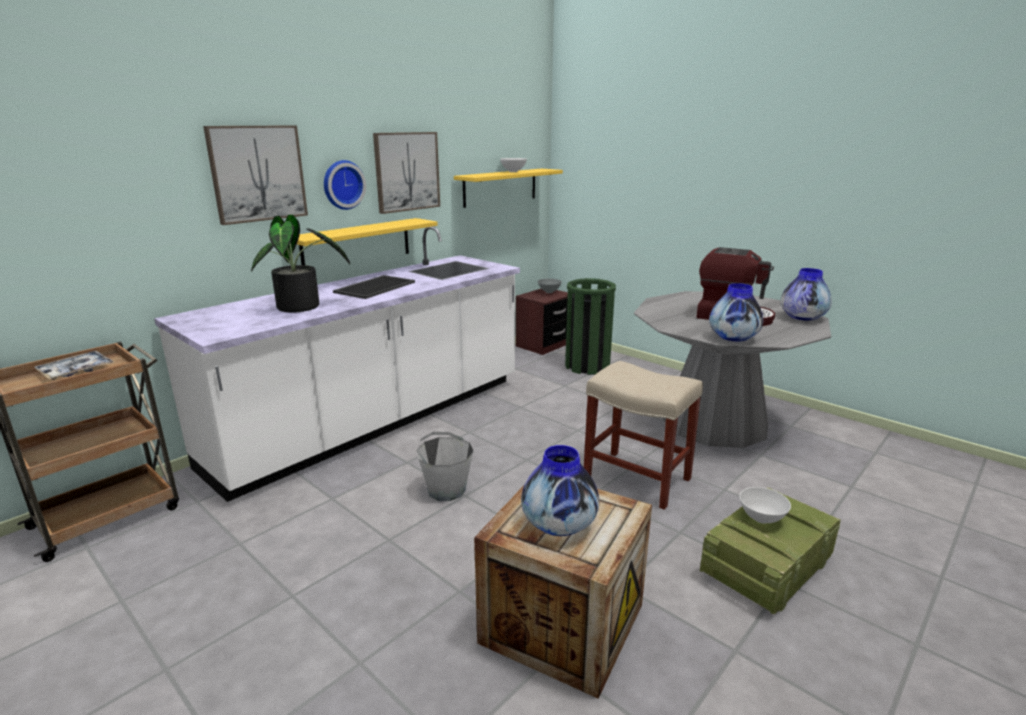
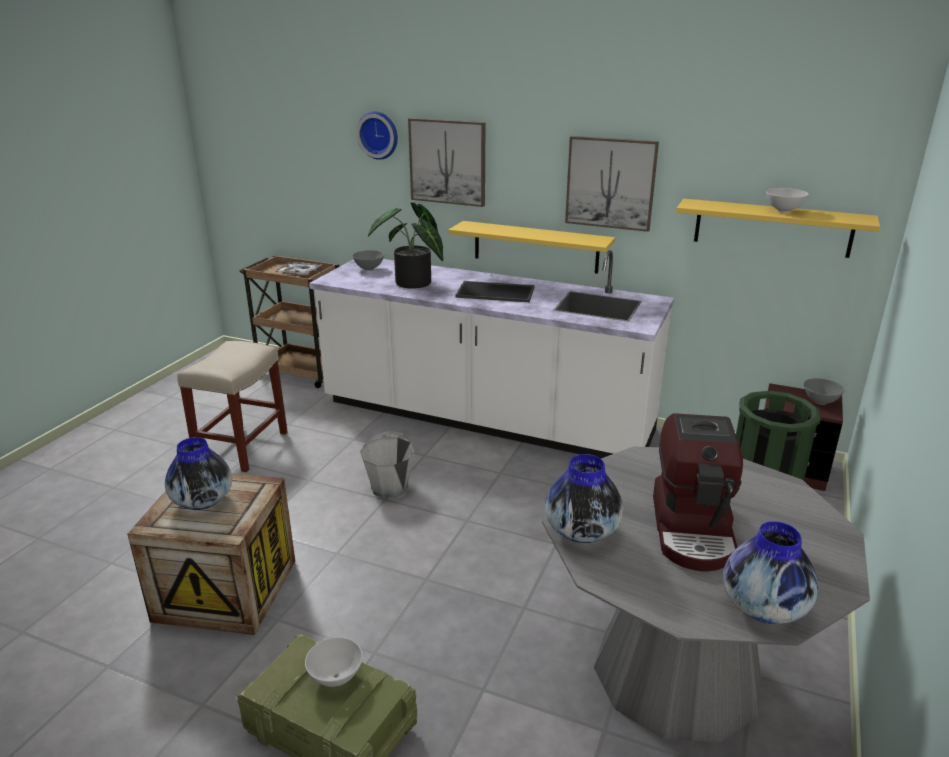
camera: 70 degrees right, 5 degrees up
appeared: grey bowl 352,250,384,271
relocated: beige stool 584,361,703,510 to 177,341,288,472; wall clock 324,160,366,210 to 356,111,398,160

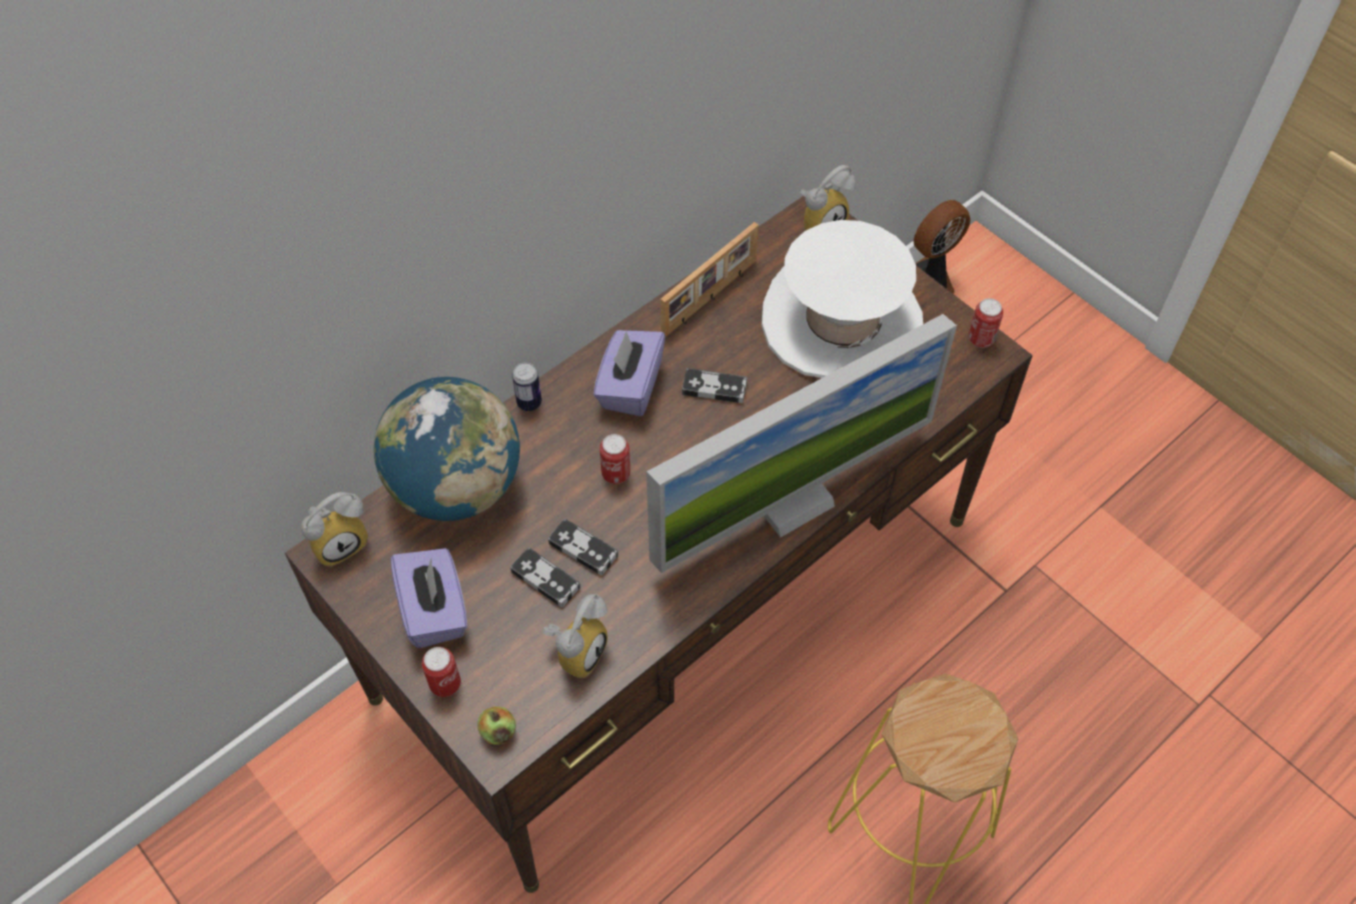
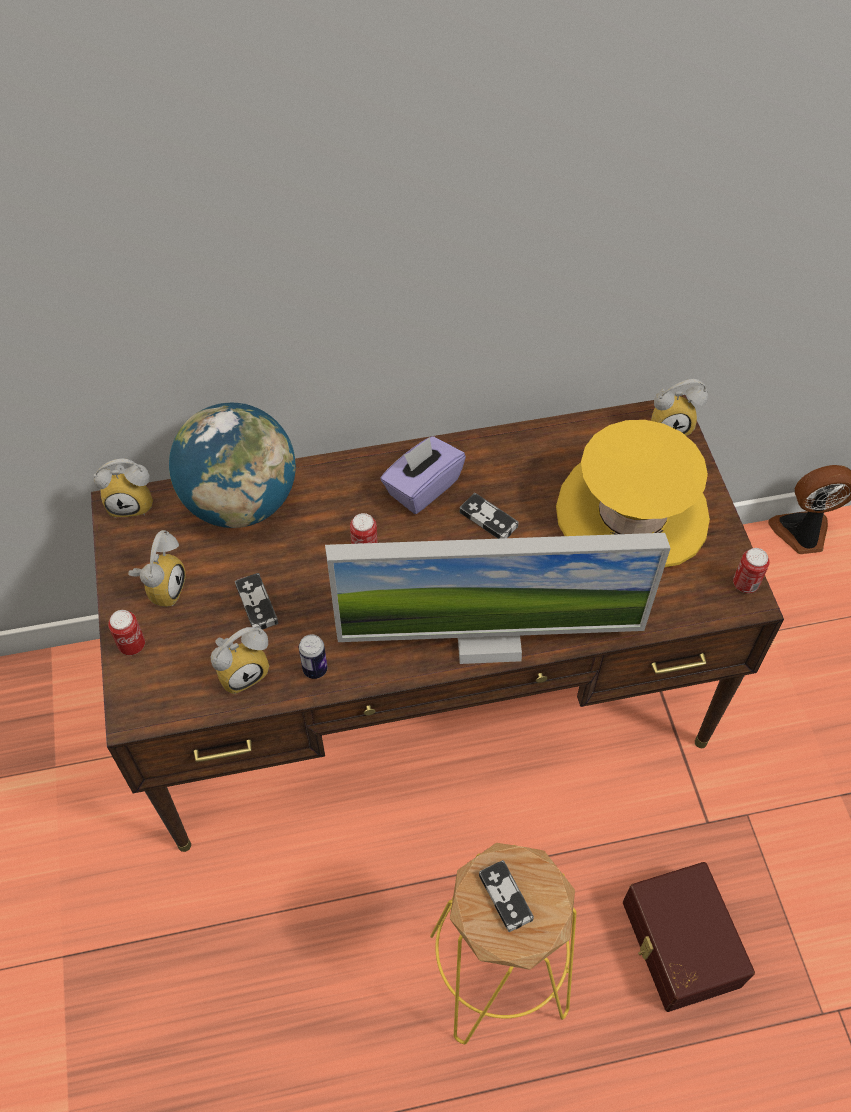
camera: 30 degrees right, 0 degrees up
missing: apple 477,707,516,745; picture frame 660,222,759,337
appeared: brown storage box 623,862,755,1012
relocated: can 512,362,542,411 to 299,634,327,679; game controller 548,519,618,576 to 479,860,534,932
exchanged: purple tissue box 391,548,467,648 to alarm clock 128,530,186,607
colour: white hat 762,220,923,378 to yellow hat 556,420,710,567

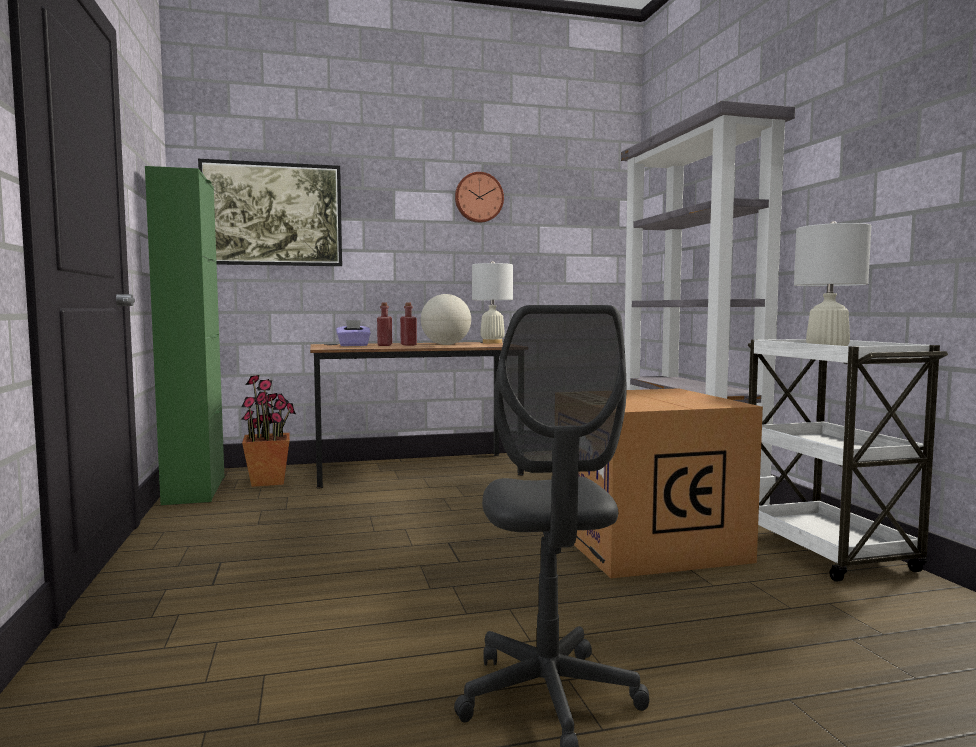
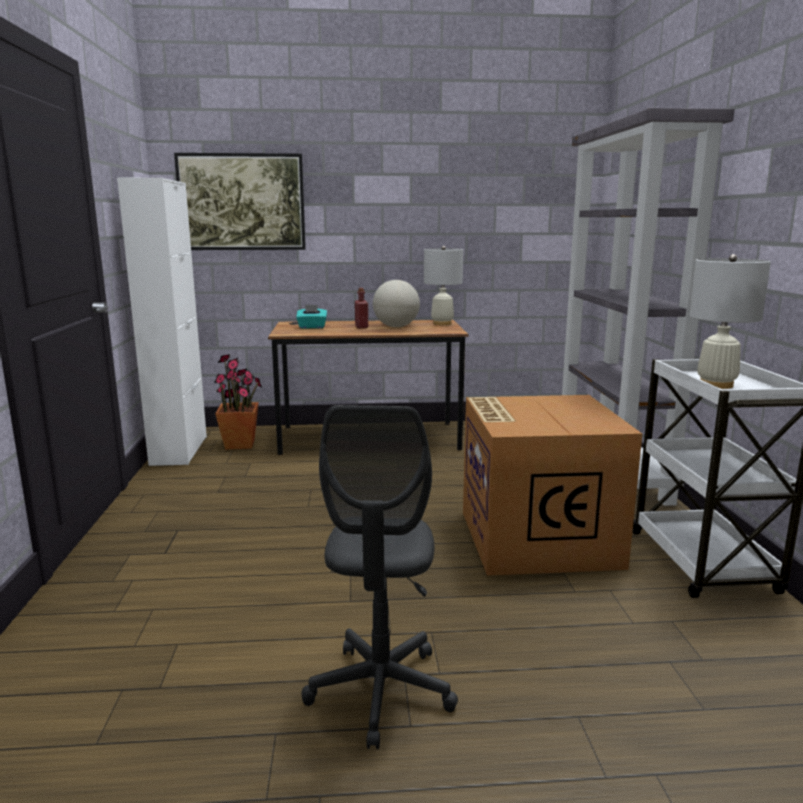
camera: 10 degrees right, 10 degrees up
missing: red bottle 377,302,392,346; wall clock 455,172,504,223
colour: green cabinet 145,166,224,505 to white cabinet 117,178,207,466; purple tissue box 336,320,371,346 to turquoise tissue box 296,305,327,329

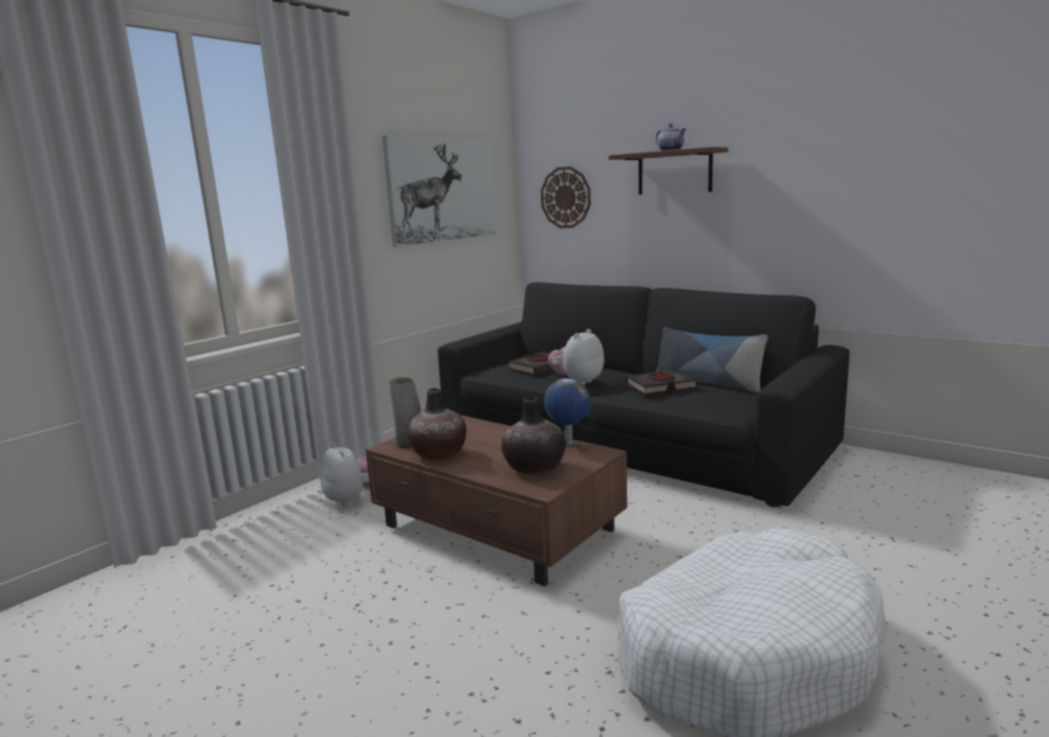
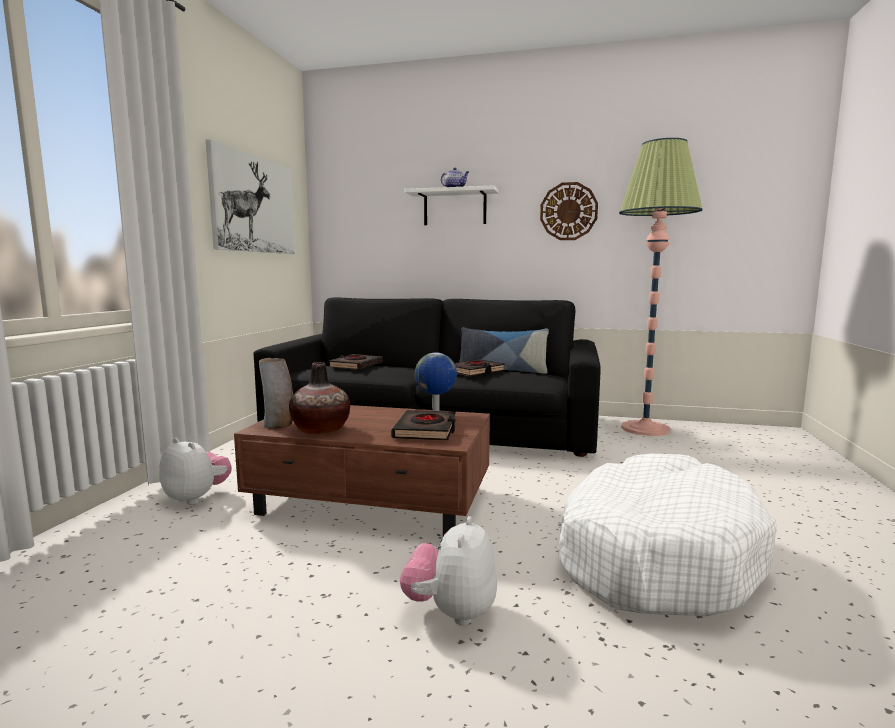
camera: 25 degrees left, 5 degrees down
appeared: floor lamp 619,138,703,436
relocated: plush toy 548,329,604,385 to 400,516,497,626; wall clock 541,167,591,228 to 540,182,598,240
exchanged: vase 501,397,566,475 to black book 391,410,456,441
colour: brown shelf 609,147,728,195 to white shelf 404,185,499,225

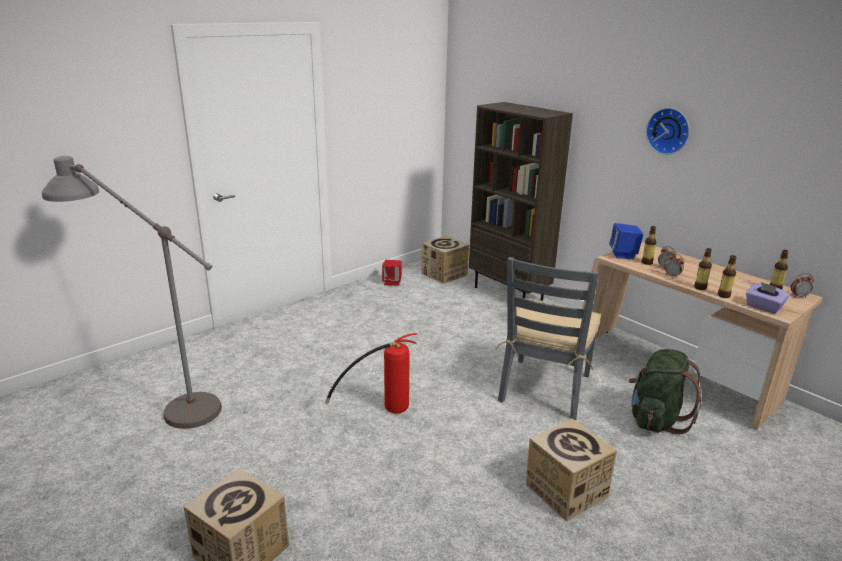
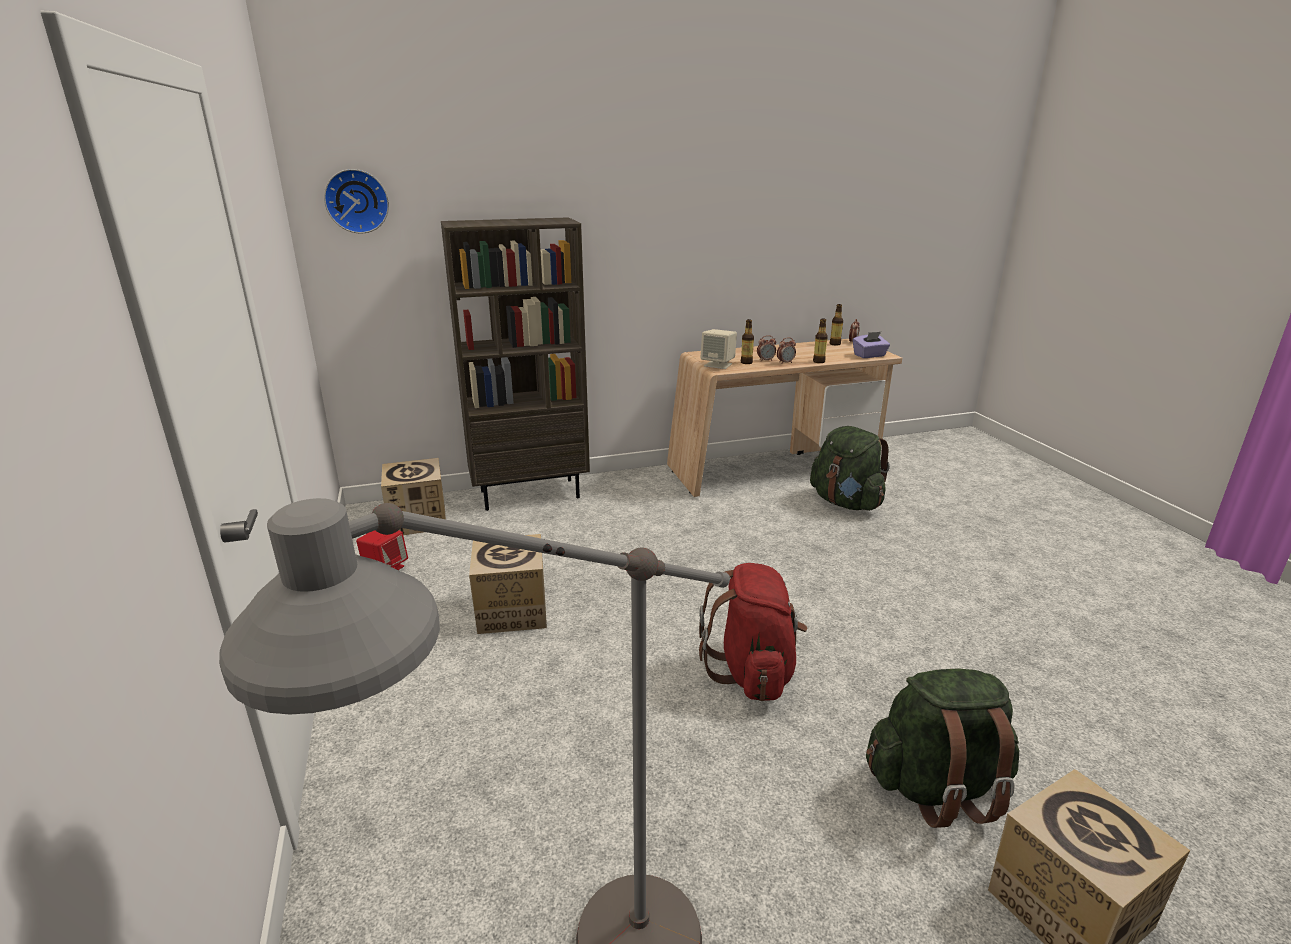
camera: 65 degrees left, 0 degrees up
missing: grey chair 496,257,601,420; bottle 718,255,737,298
appeared: green backpack 866,669,1019,828
relocated: wall clock 646,108,690,155 to 324,169,389,234; cardboard box 526,419,617,522 to 469,534,547,634
exchanged: fire extinguisher 325,333,418,414 to red backpack 699,563,808,701
colour: blue speaker 609,223,643,259 to beige speaker 700,329,737,369

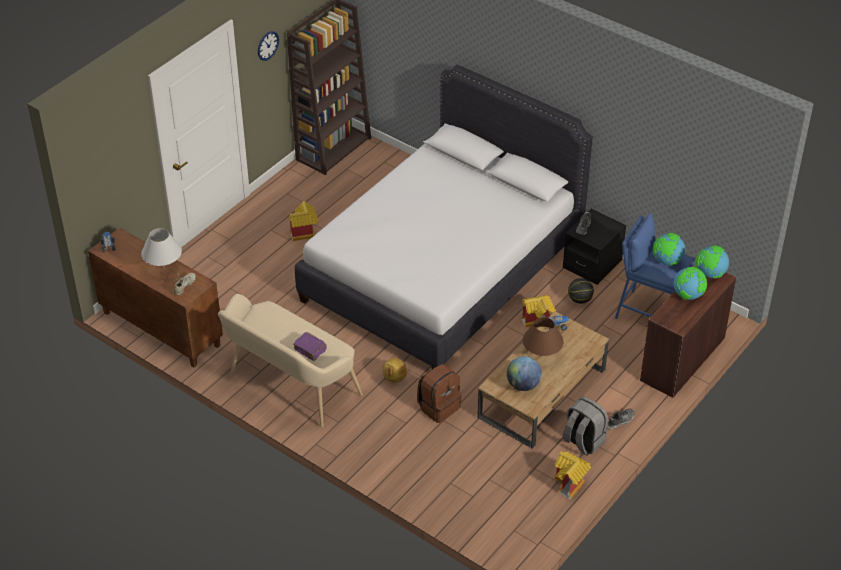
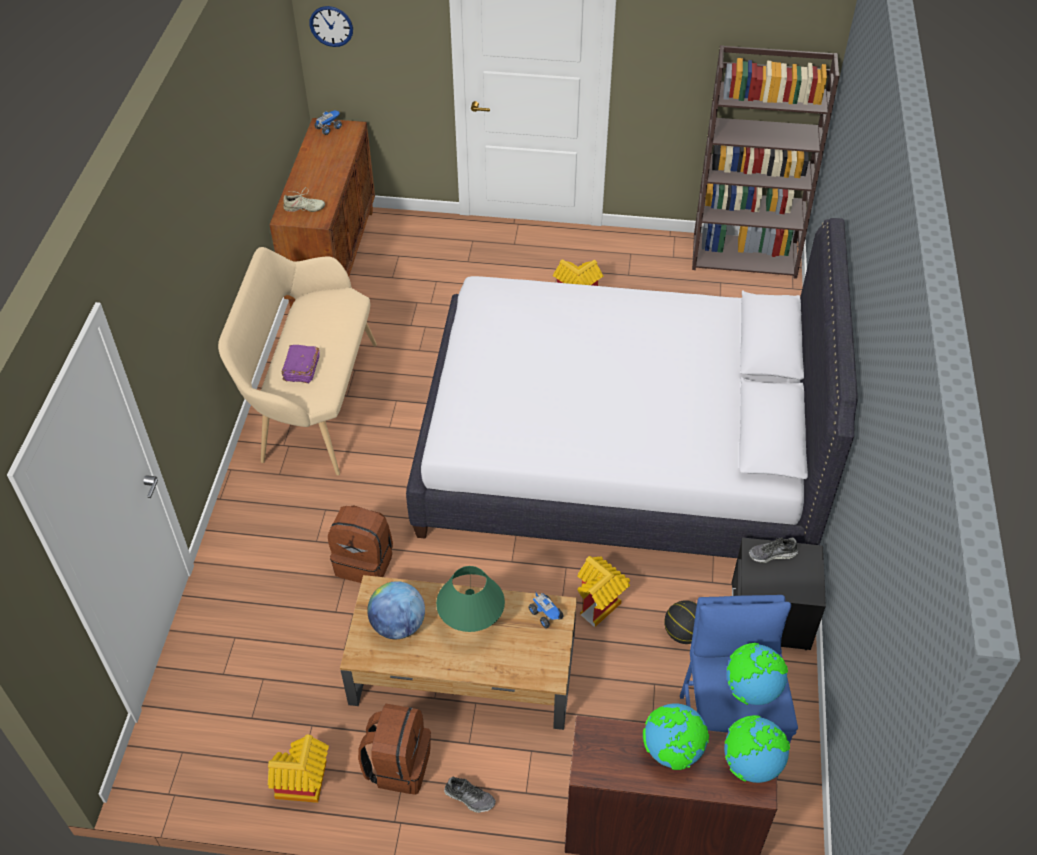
camera: 60 degrees right, 5 degrees up
missing: white table lamp 141,228,182,267; football 383,358,407,382
relocated: wall clock 258,31,279,61 to 309,6,353,47
colour: grey backpack 562,397,608,455 to brown backpack 358,703,431,795; brown table lamp 523,317,563,356 to green table lamp 436,566,505,632

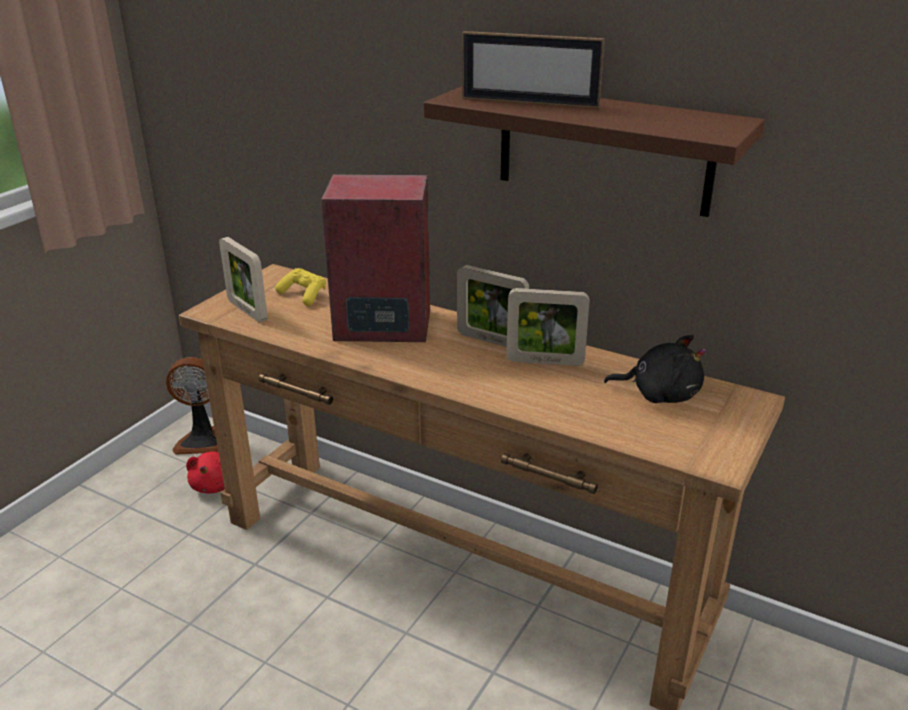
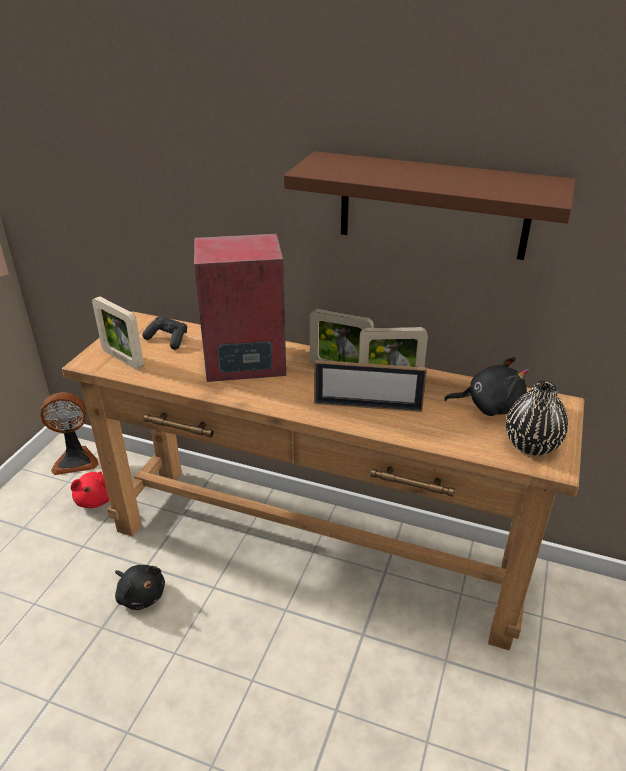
camera: 10 degrees left, 5 degrees up
appeared: black plush toy 115,565,165,610; black vase 506,381,568,455
relocated: picture frame 462,31,605,109 to 314,360,427,412
colour: yellow game controller 275,268,326,306 to black game controller 142,316,187,350

